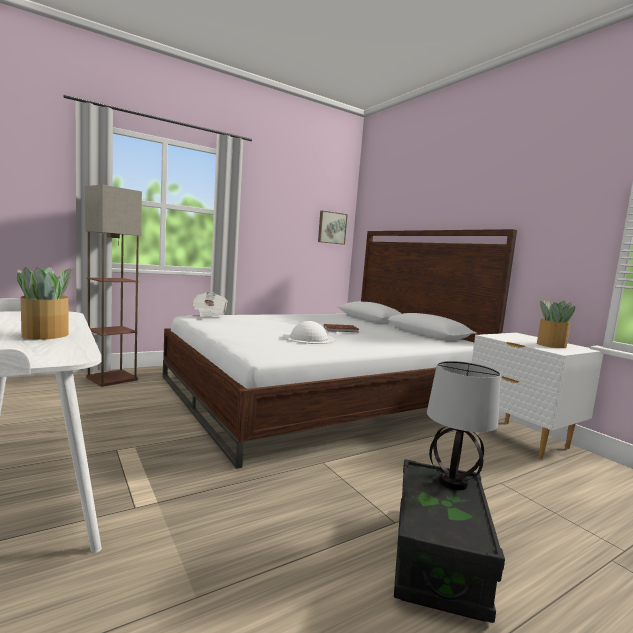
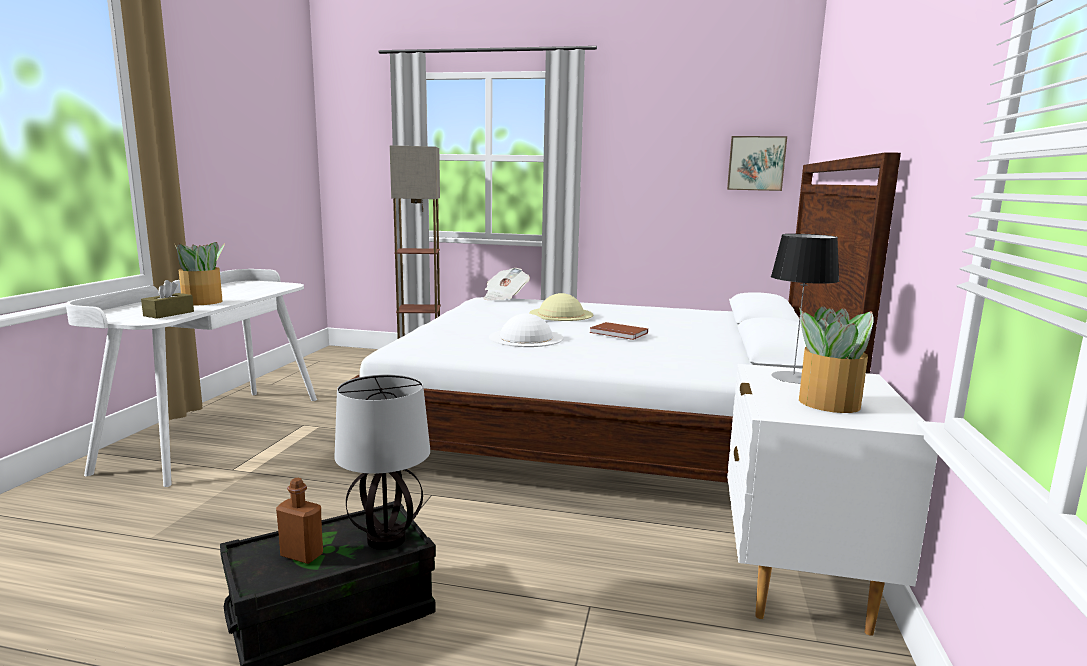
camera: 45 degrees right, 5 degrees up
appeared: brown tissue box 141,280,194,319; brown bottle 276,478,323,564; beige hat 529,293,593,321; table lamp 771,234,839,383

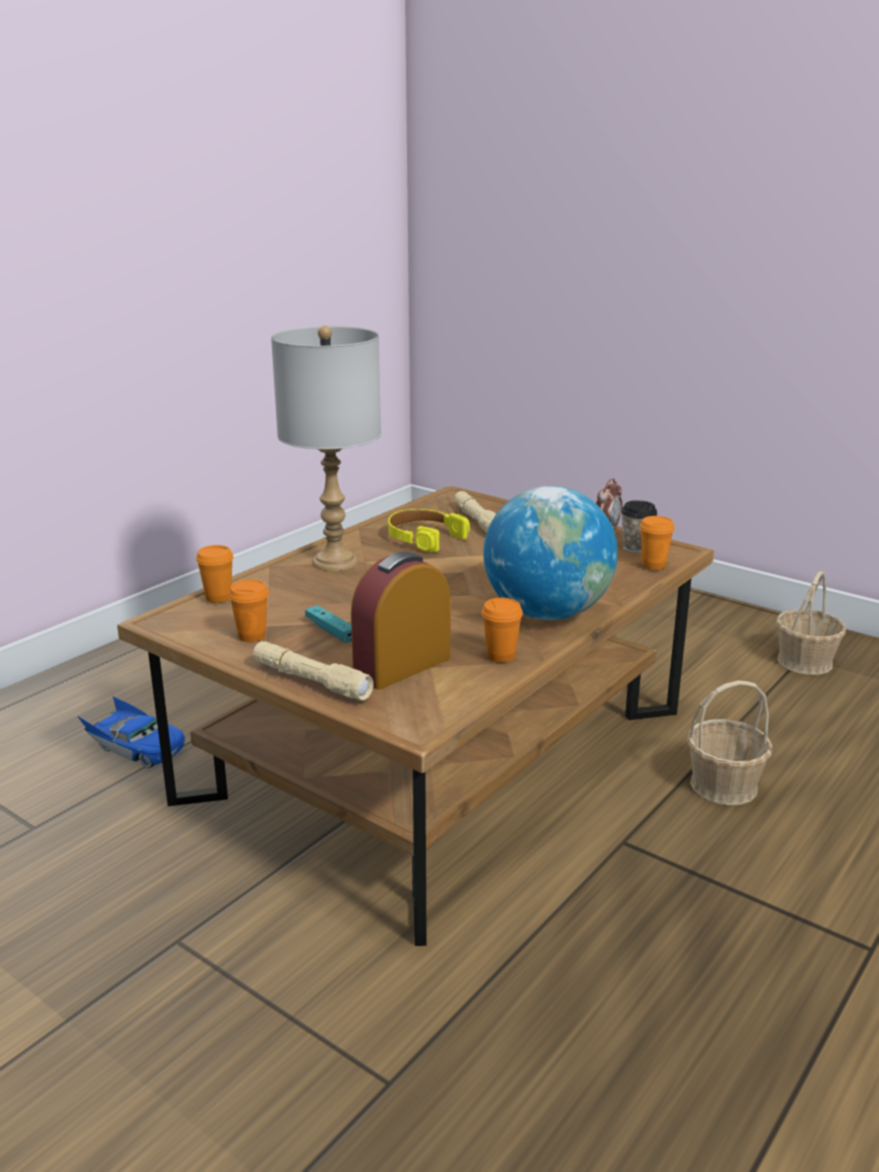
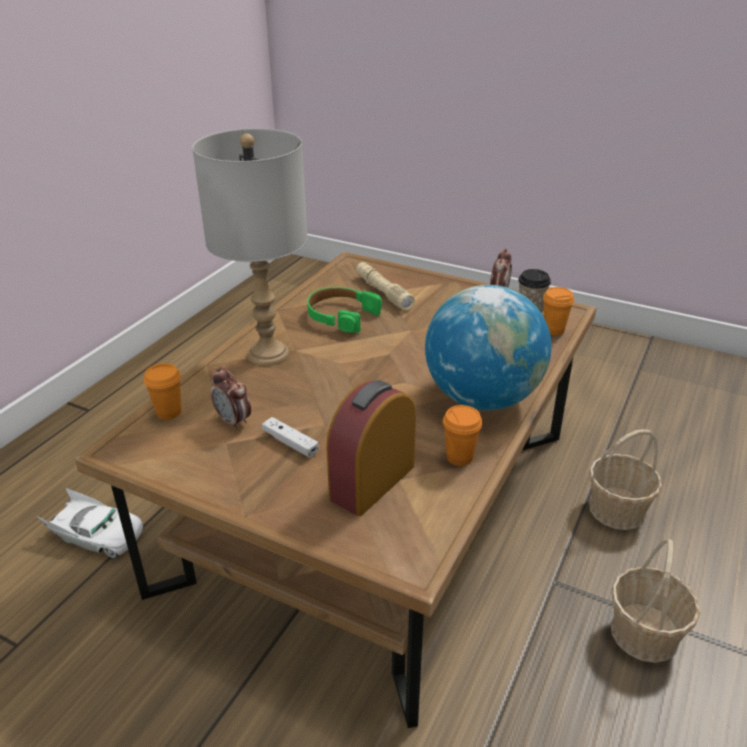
camera: 10 degrees left, 10 degrees up
missing: orange cup 229,580,269,642; beige flashlight 253,641,374,701
appeared: alarm clock 211,367,251,430
relocated: basket 776,571,846,675 to 611,539,700,663
colour: blue toy car 78,696,185,769 to white toy car 35,488,143,558; turquoise game controller 305,605,352,643 to white game controller 262,417,319,458; yellow headphones 388,509,470,552 to green headphones 307,287,382,333

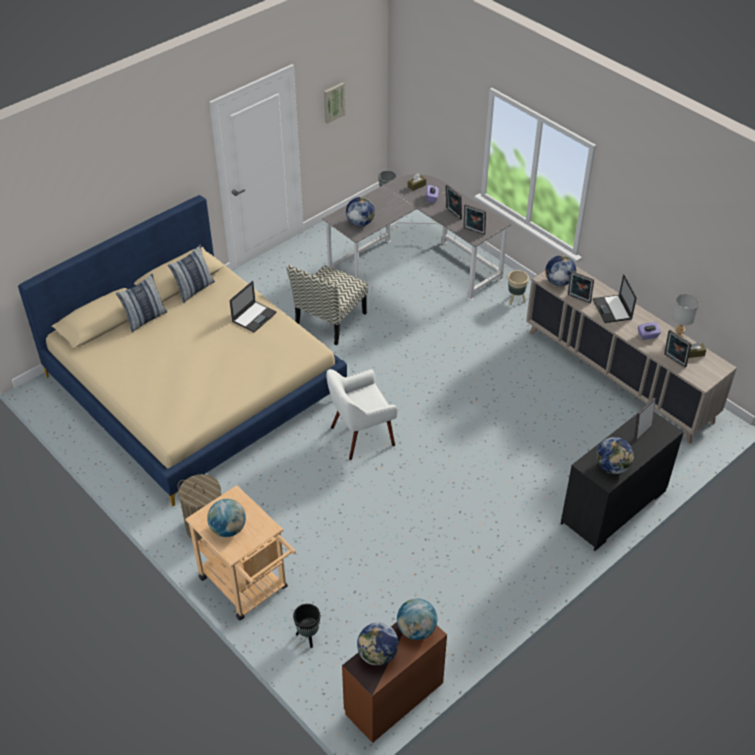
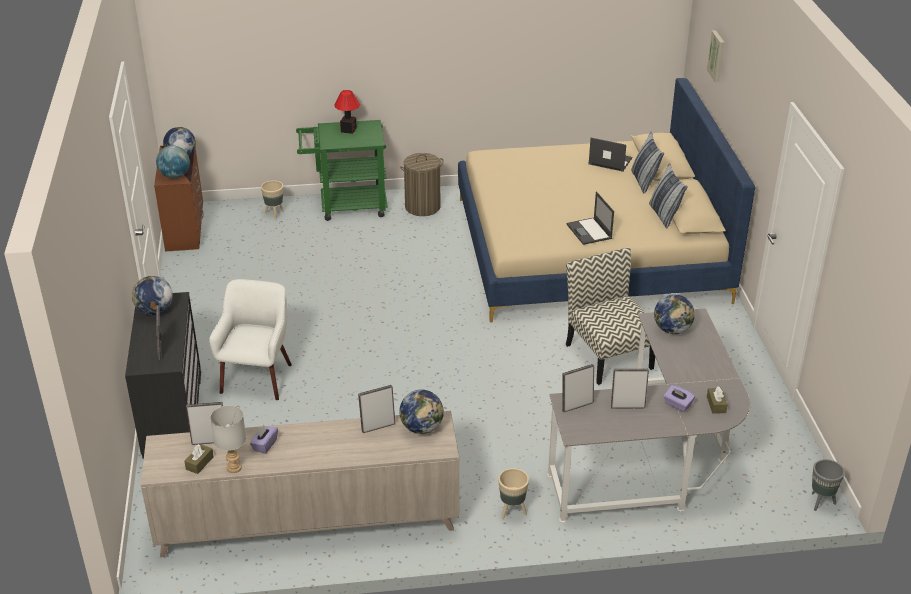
camera: 125 degrees right, 10 degrees down
relocated: white armchair 326,369,398,460 to 209,279,292,400; laptop 593,274,637,323 to 588,138,632,172; picture 324,82,346,124 to 707,30,725,82
exchanged: globe 207,499,246,537 to table lamp 334,90,360,134
colour: black planter 293,604,320,648 to beige planter 261,181,284,220; beige cart 185,485,296,621 to green cart 296,120,388,221

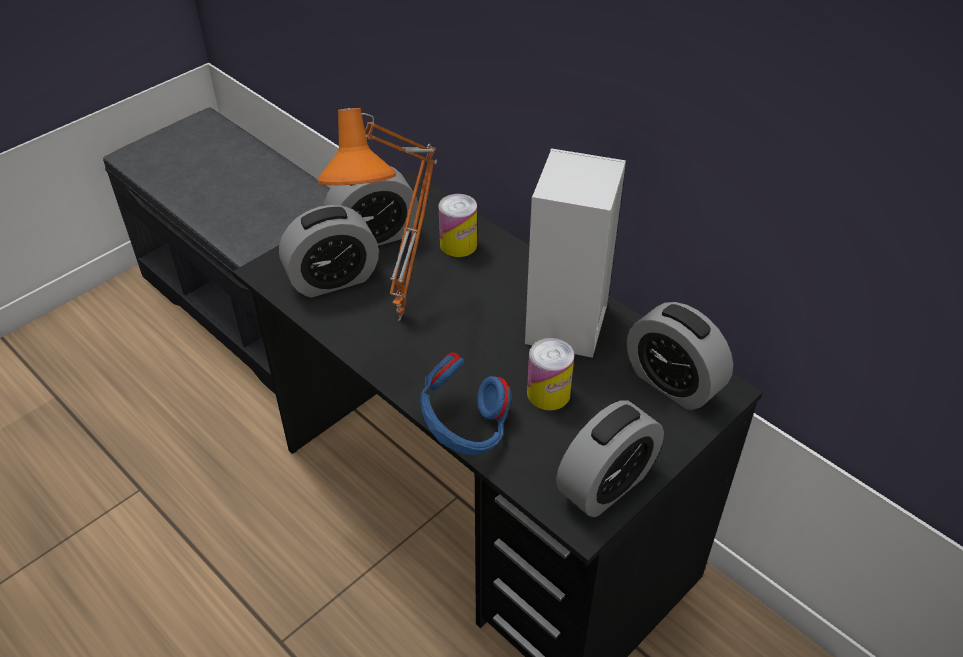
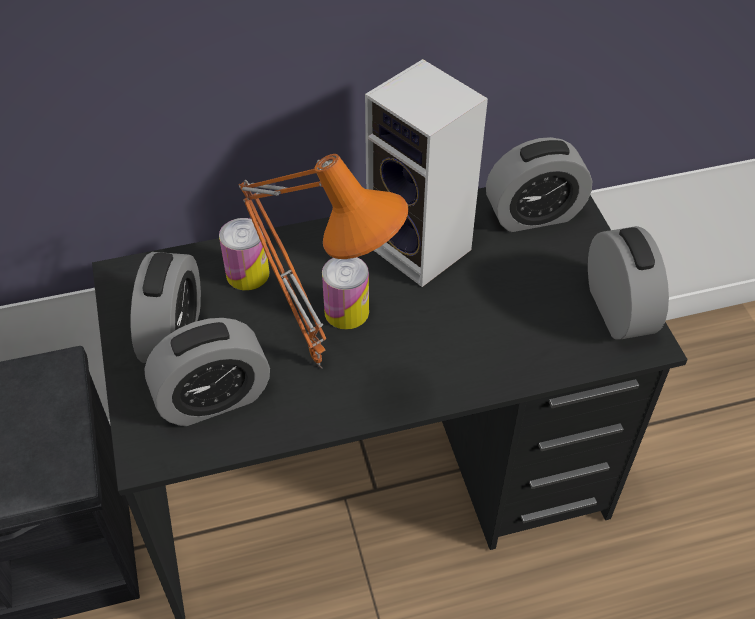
camera: 60 degrees left, 5 degrees up
missing: blue headphones 420,352,512,455
relocated: can 527,338,574,411 to 322,257,369,330
spun: alarm clock 279,205,379,298 = 144,318,270,426 60 degrees clockwise

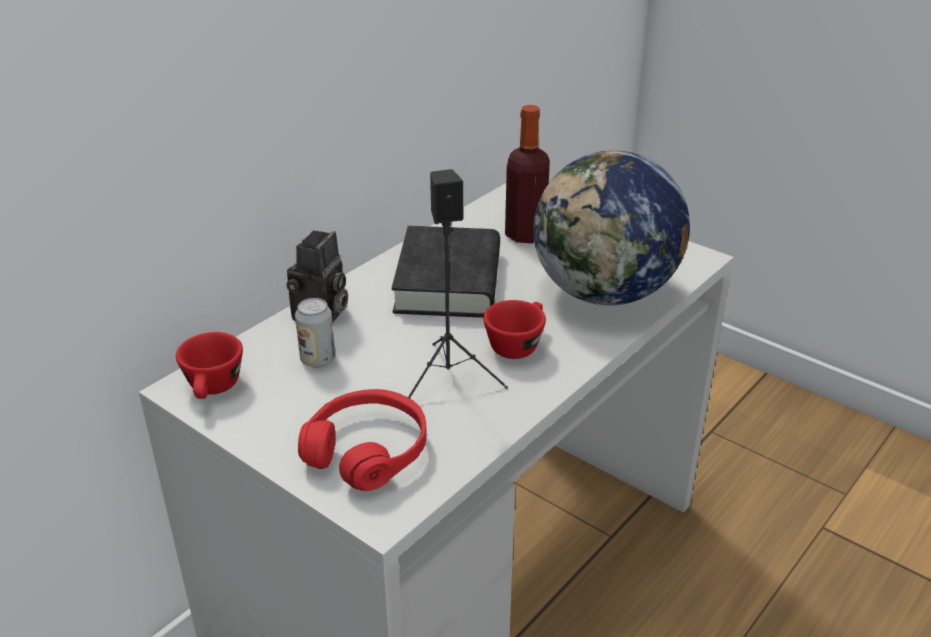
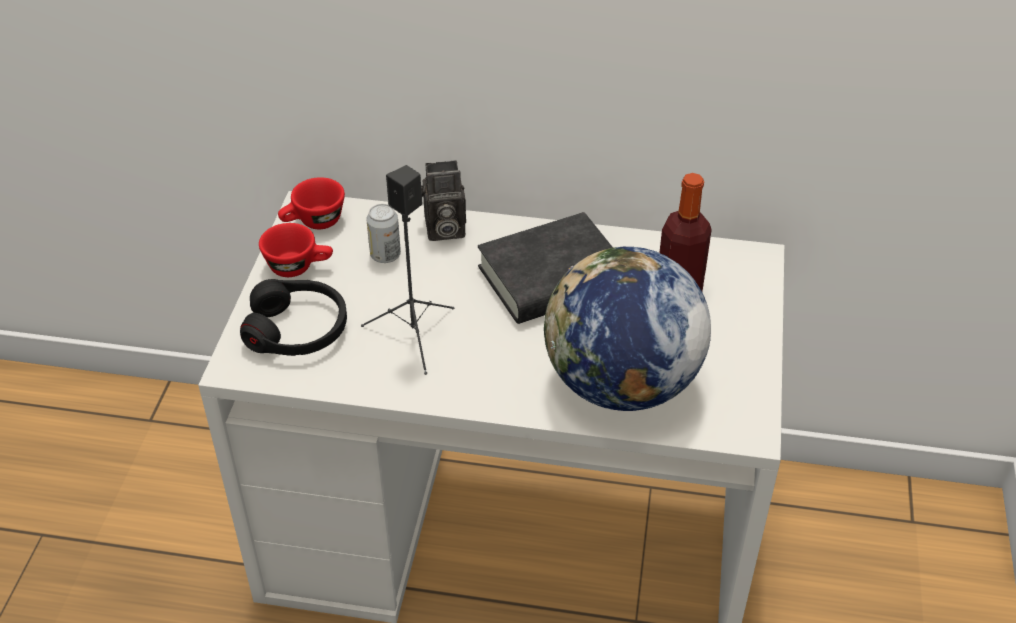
camera: 60 degrees right, 10 degrees up
relocated: red cup 483,300,546,359 to 259,223,333,277
colour: red headphones 298,389,427,491 to black headphones 240,279,347,356

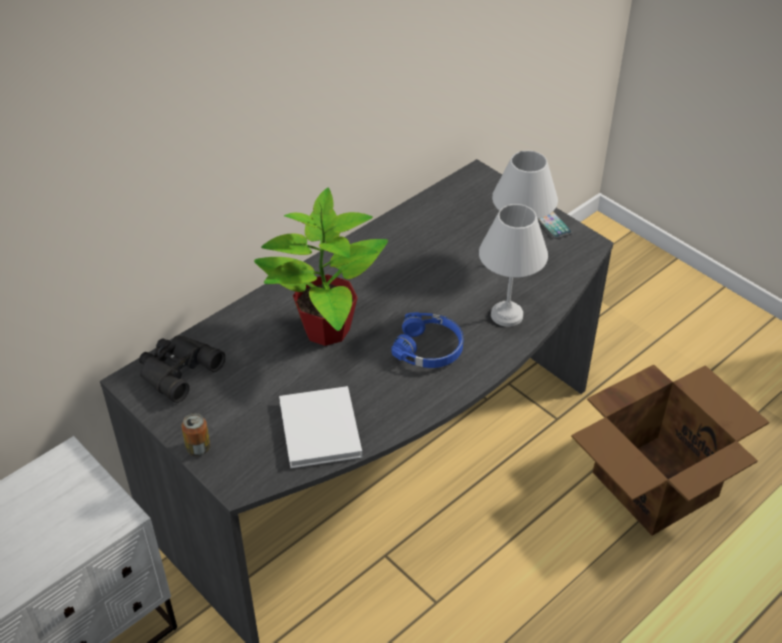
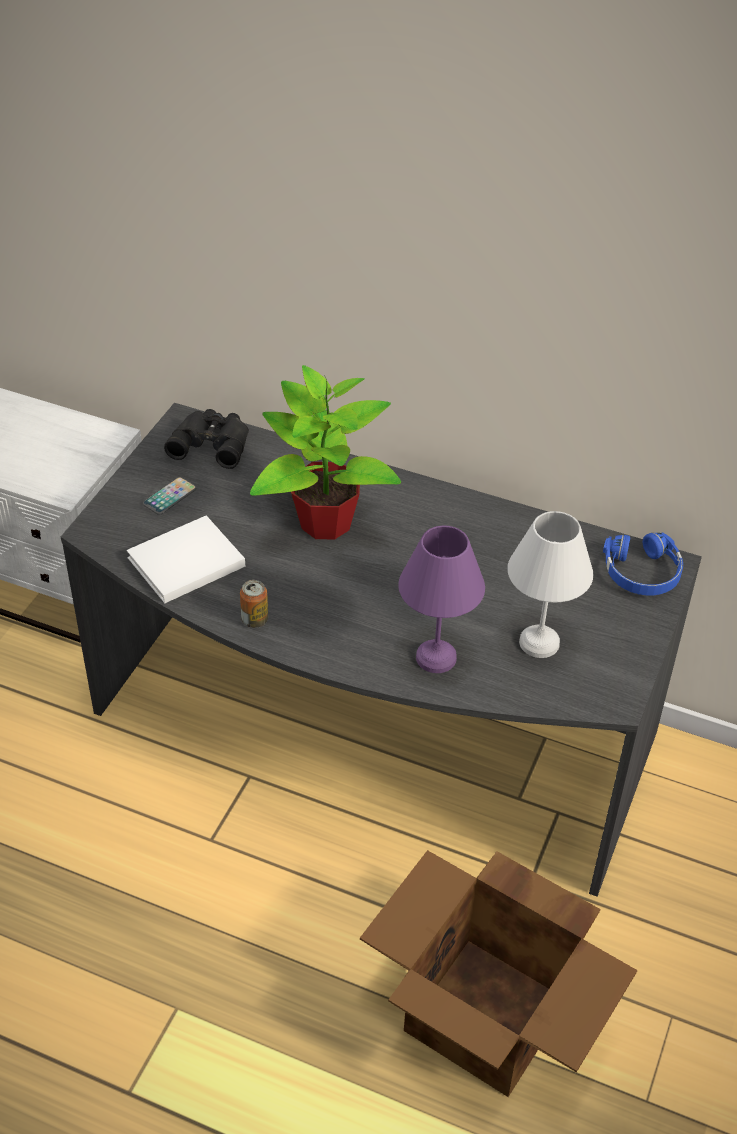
camera: 65 degrees right, 0 degrees up
relocated: phone 538,211,572,239 to 143,477,197,515; can 182,413,210,456 to 240,580,268,628; blue headphones 392,312,464,368 to 603,533,683,595
colour: white table lamp 479,204,548,327 to purple table lamp 398,526,485,673

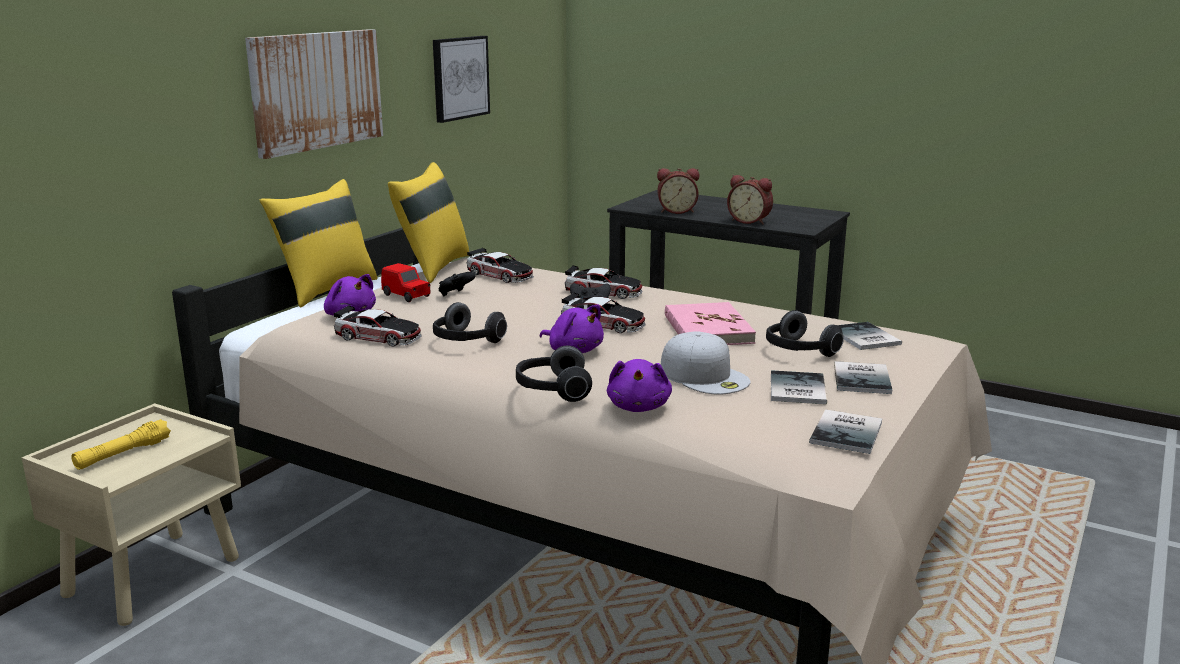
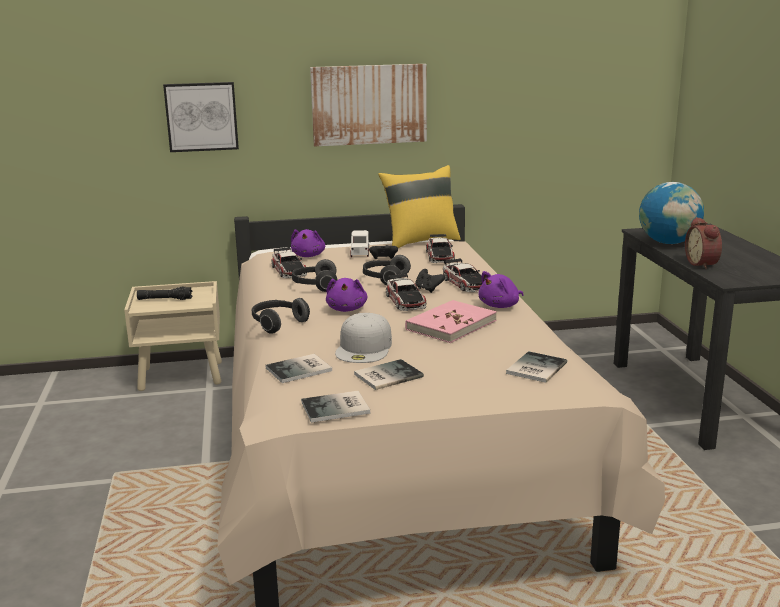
camera: 50 degrees right, 0 degrees up
missing: yellow pillow 260,179,377,307
relocated: picture 433,36,490,123 to 163,82,239,152; book 834,361,892,394 to 265,354,332,383; headphones 766,310,844,357 to 363,255,411,286; purple plush toy 607,359,672,412 to 479,271,524,308
exchanged: alarm clock 657,168,699,214 to globe 639,182,704,244
colour: yellow flashlight 71,419,171,470 to black flashlight 137,286,192,300; red toy car 381,263,431,302 to white toy car 350,230,369,257

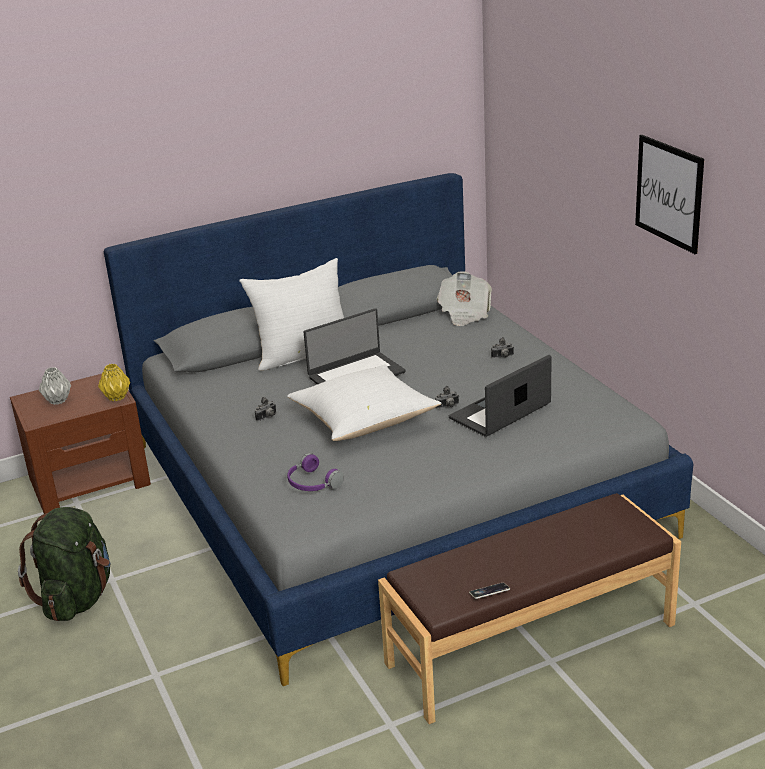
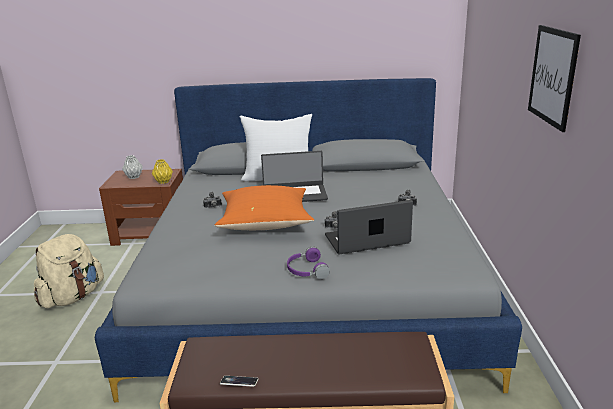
camera: 25 degrees right, 5 degrees down
missing: newspaper 437,271,492,326
relocated: purple headphones 287,453,344,491 to 287,246,330,279
colour: green backpack 18,507,111,621 to beige backpack 34,234,104,308; white pillow 287,364,441,441 to orange pillow 215,185,314,230

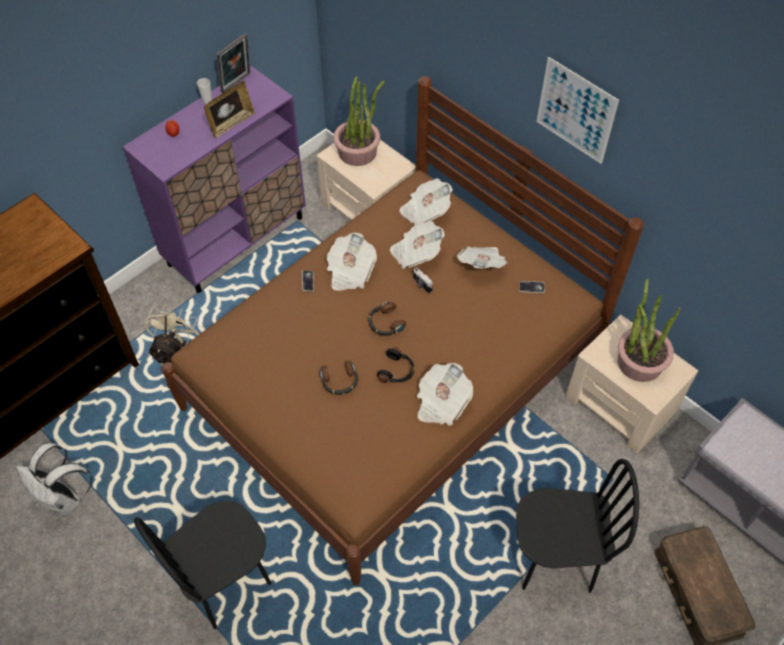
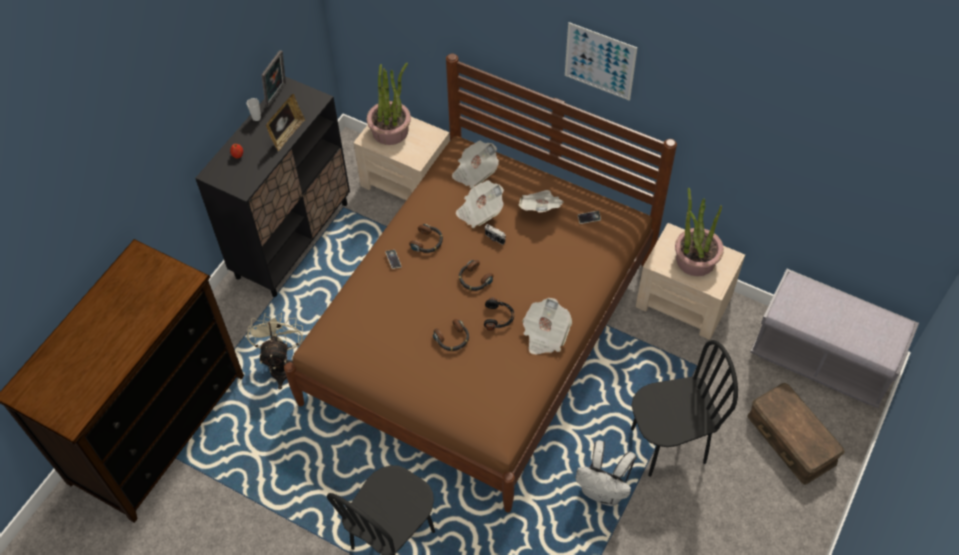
camera: 15 degrees left, 0 degrees up
relocated: white backpack 16,443,92,517 to 575,440,637,506
exchanged: newspaper 326,233,377,291 to headphones 409,224,443,253
colour: purple cabinet 123,66,306,293 to black cabinet 195,76,350,297

